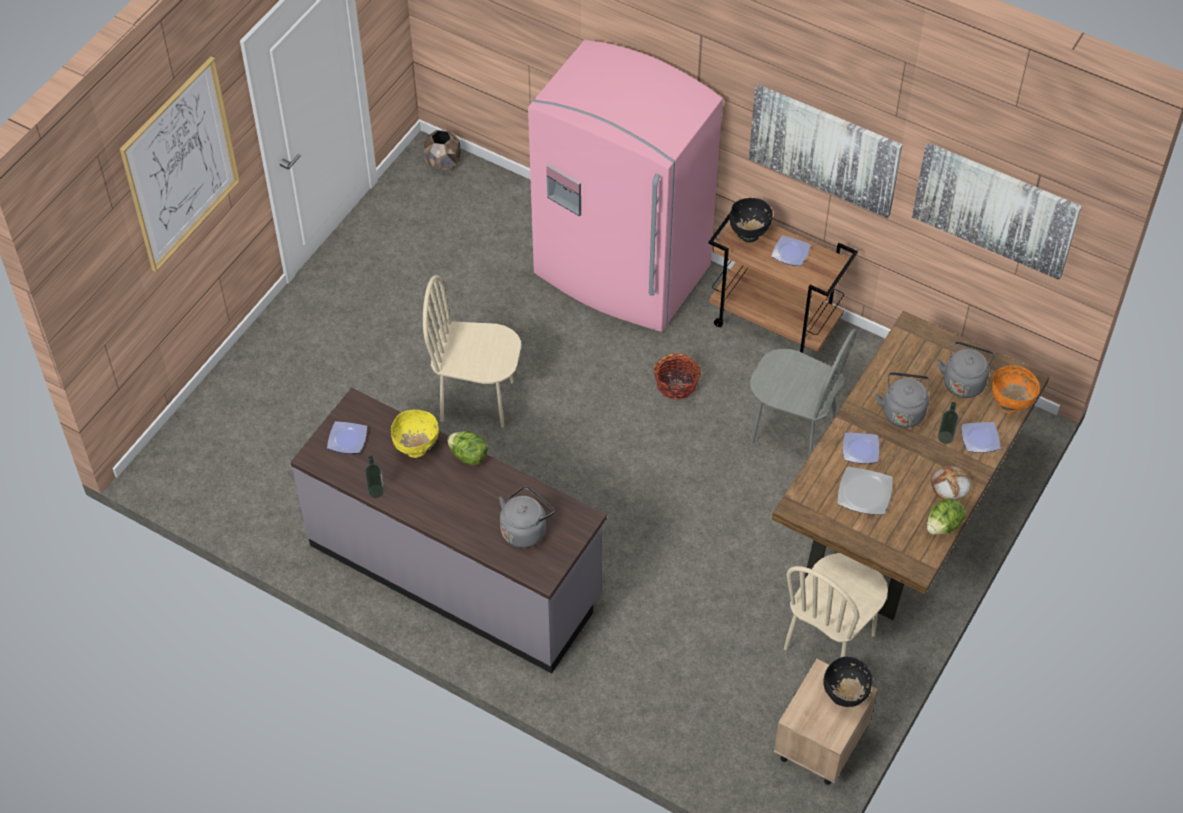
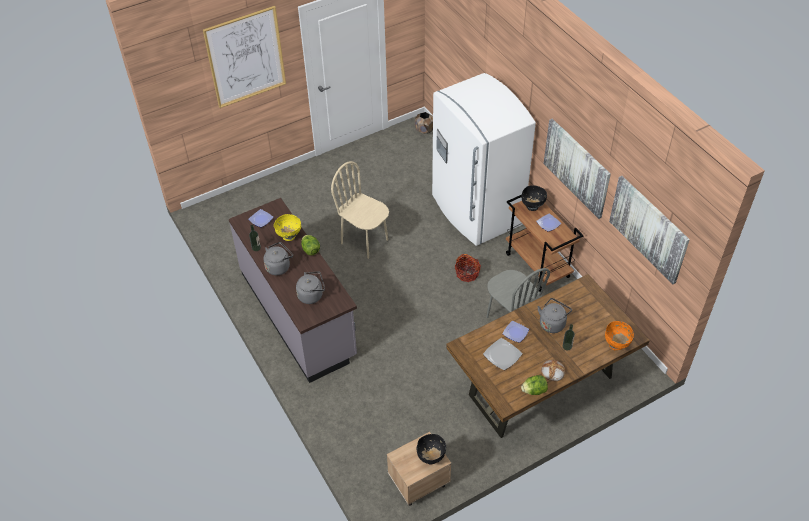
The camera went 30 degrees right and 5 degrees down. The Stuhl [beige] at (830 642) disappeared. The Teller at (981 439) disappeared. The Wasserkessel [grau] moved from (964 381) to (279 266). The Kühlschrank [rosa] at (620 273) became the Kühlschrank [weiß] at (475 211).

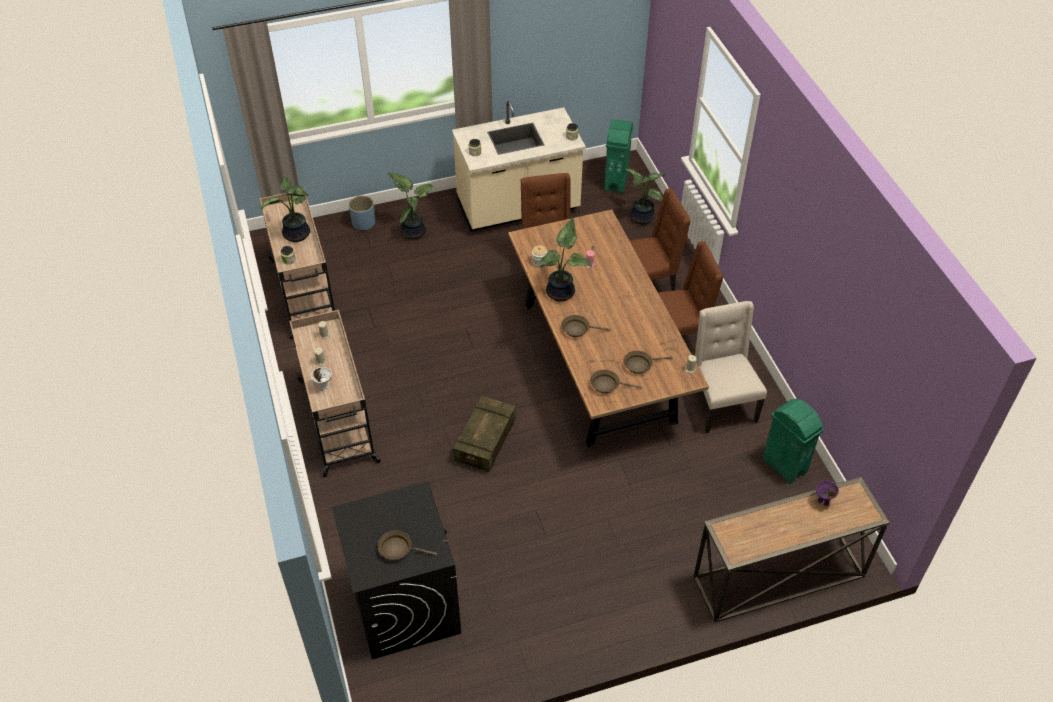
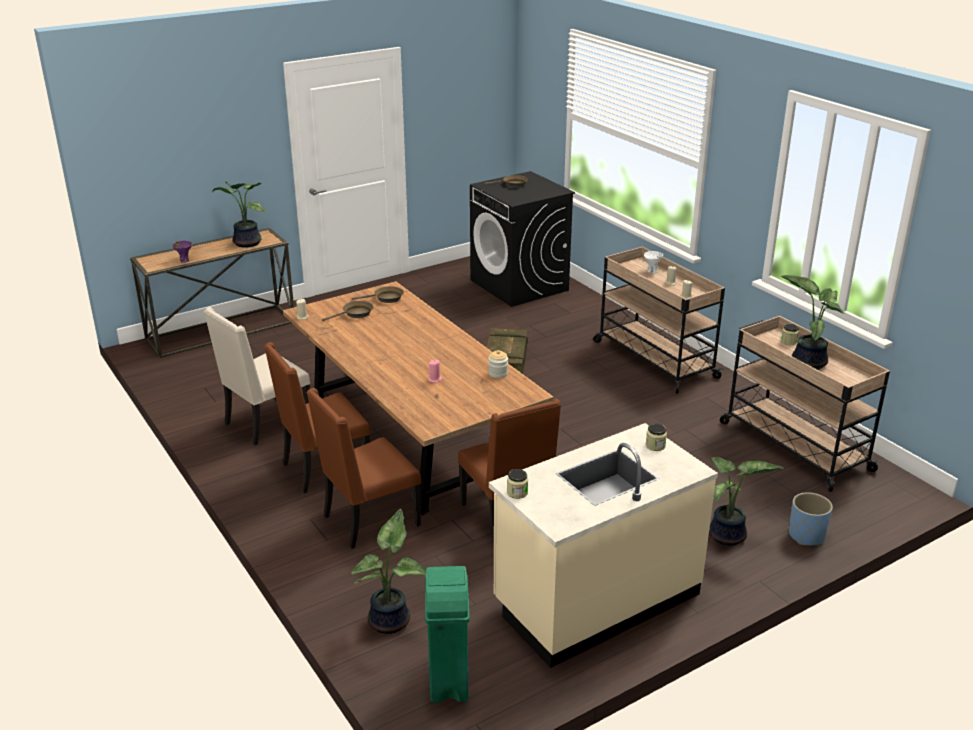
The camera went 165 degrees right and 20 degrees down. The Pfanne [braun] at (578 329) disappeared. The Mülleimer [grün] at (784 465) disappeared. The Topfpflanze moved from (562 292) to (245 243). The Stuhl [beige] at (721 404) turned 75 degrees clockwise.

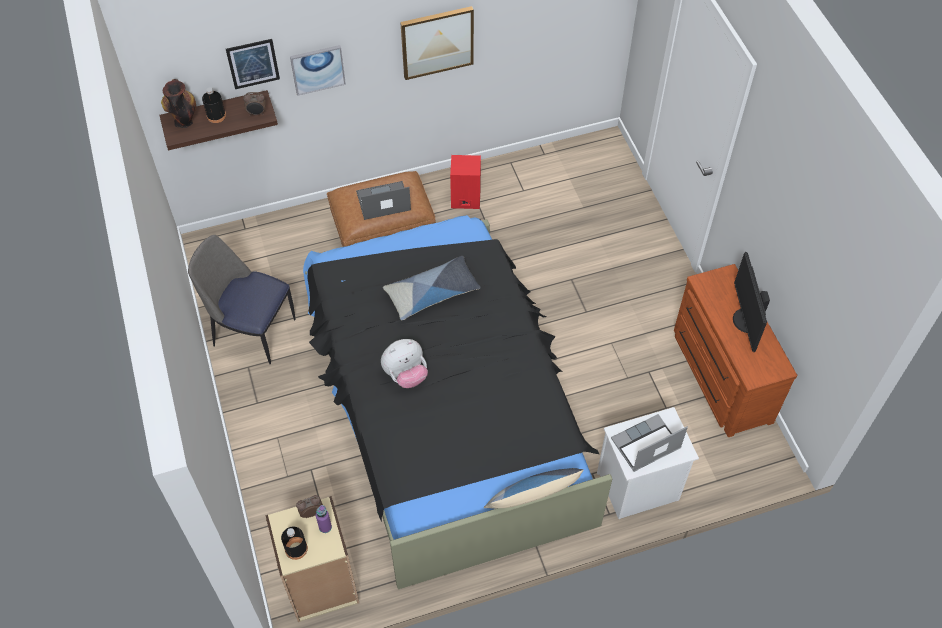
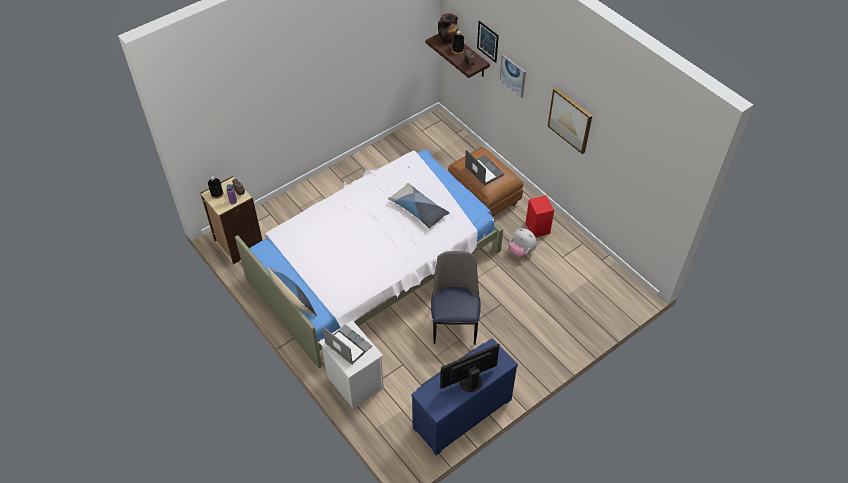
The camera went 70 degrees right and 5 degrees down. The Stuhl moved from (252 331) to (454 323). The Plüschtier moved from (405 374) to (521 251). The Bett [schwarz] at (445 401) became the Bett [weiß] at (376 264). The Kommode [braun] at (719 376) became the Kommode [blau] at (461 412).

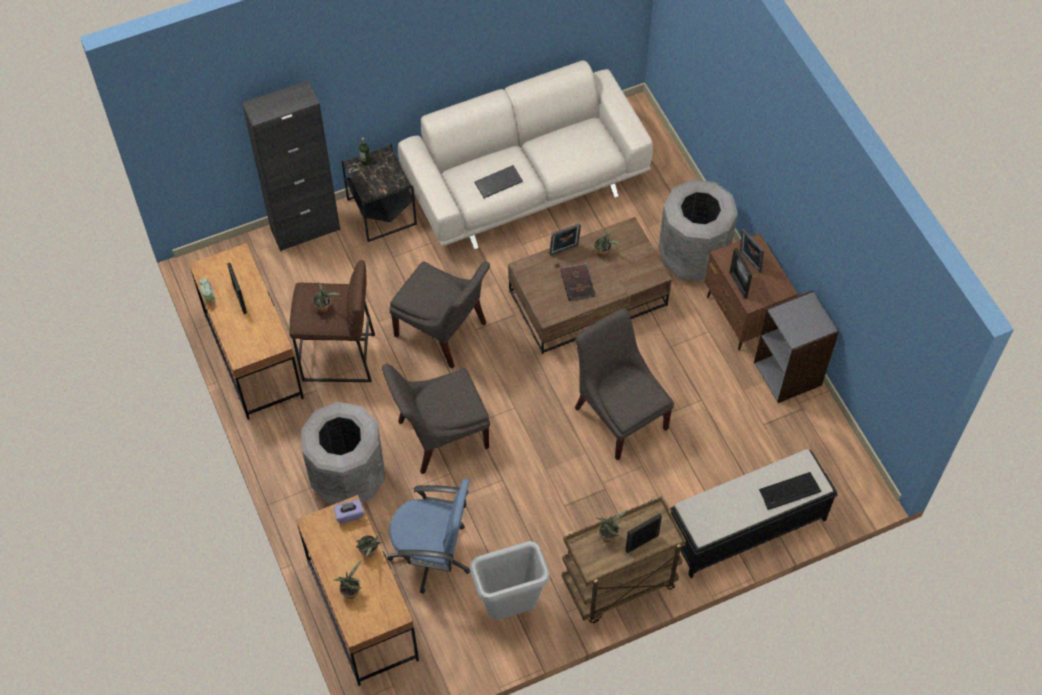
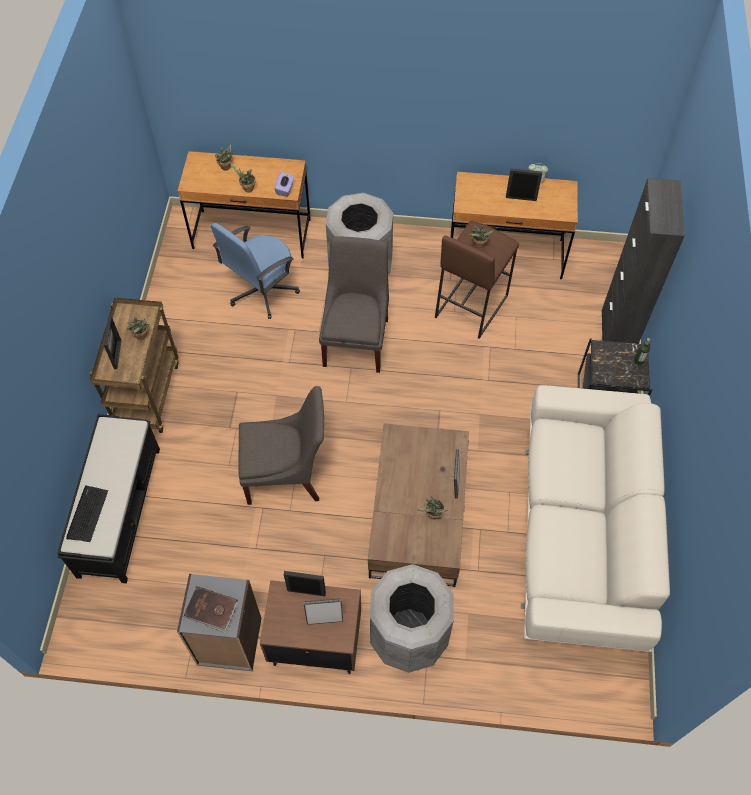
The camera went 120 degrees right and 0 degrees up. The Stuhl [grau] at (443 332) disappeared. The Mülleimer [grau] at (510 608) disappeared. The Tastatur at (498 181) disappeared. The Buch [braun] moved from (578 283) to (211 610).

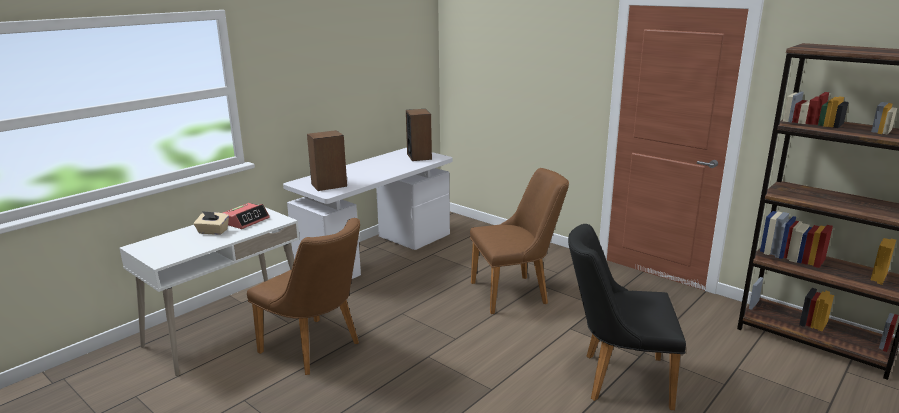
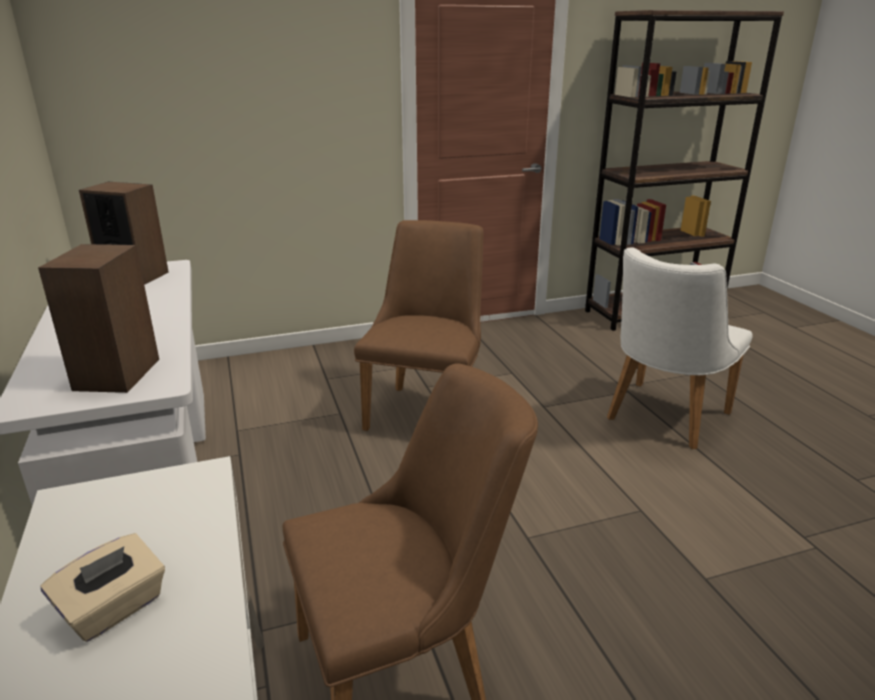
The camera went 60 degrees left and 5 degrees up. The Wecker at (246 221) disappeared. The Stuhl [schwarz] at (617 378) became the Stuhl [weiß] at (661 419).

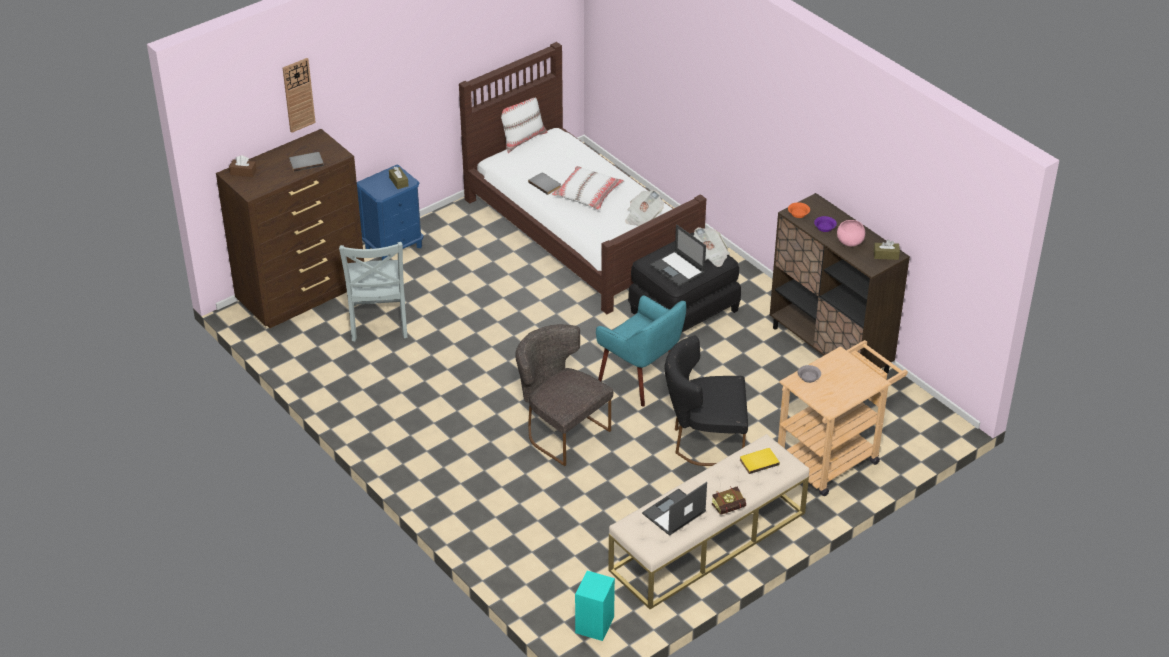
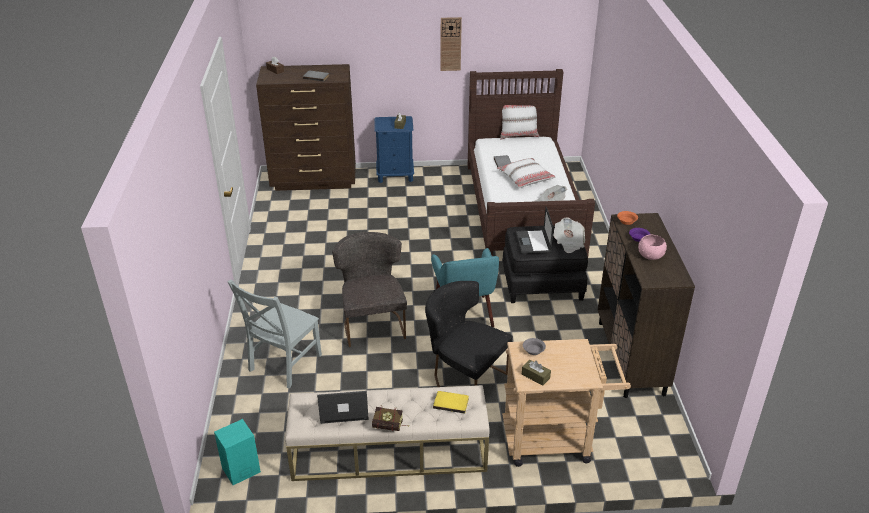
The camera went 35 degrees right and 5 degrees down. The Wanduhr moved from (298 95) to (450 44). The Stuhl [grau] moved from (378 323) to (283 364). The Taschentuchbox [braun] moved from (886 255) to (535 376).

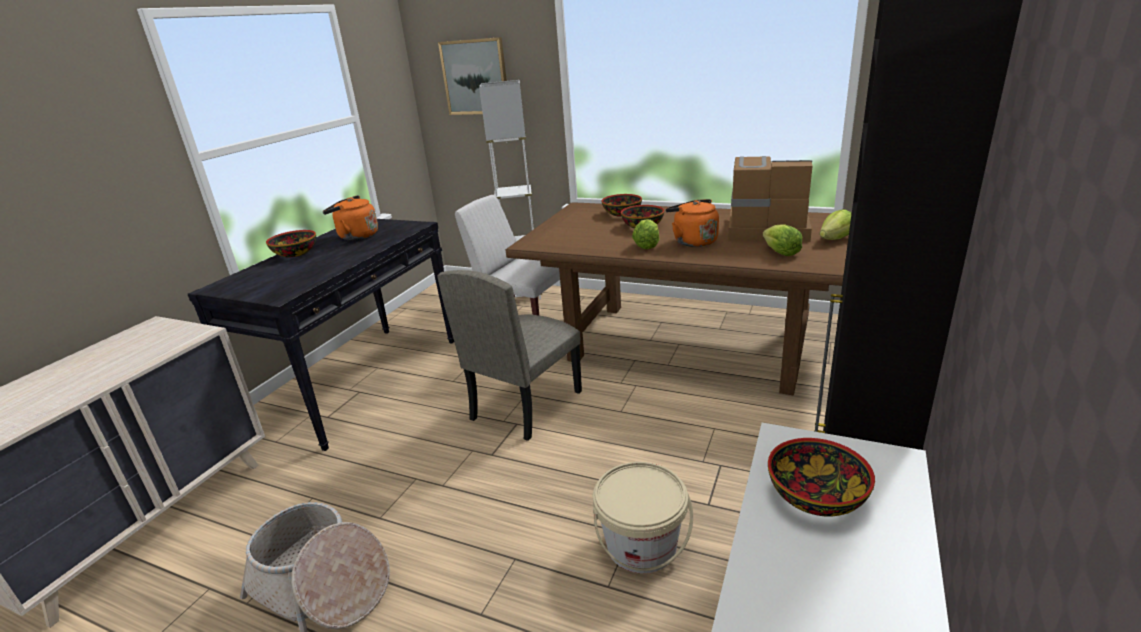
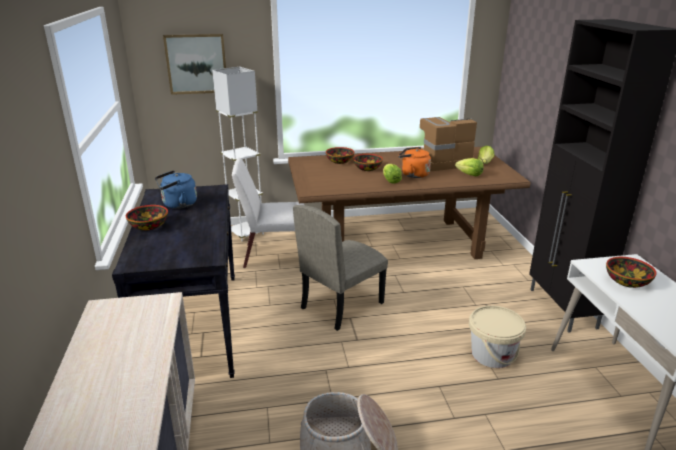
The camera went 35 degrees left and 0 degrees up. The Wasserkessel [orange] at (356 236) became the Wasserkessel [blau] at (177 204). The Stuhl [beige] at (525 405) turned 45 degrees clockwise.

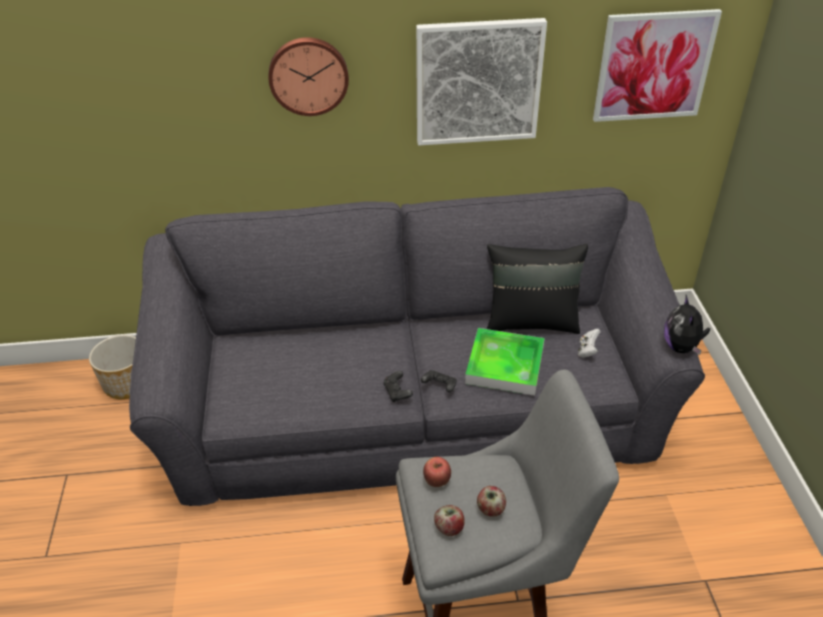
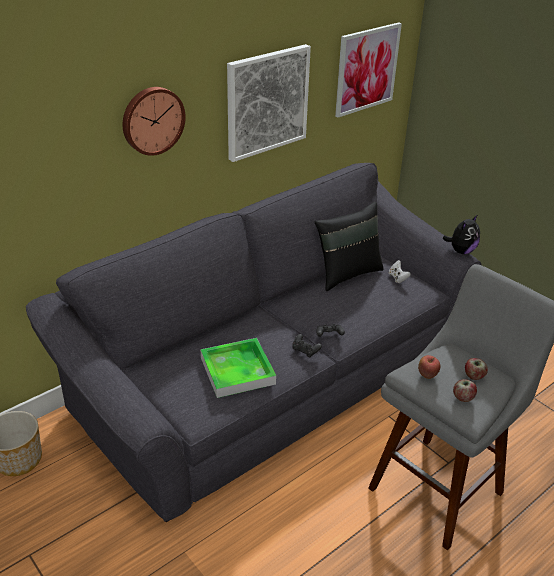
The camera went 35 degrees left and 5 degrees down. The Tablett moved from (505 365) to (237 371). The Plüschtier at (681 347) turned 105 degrees counterclockwise.

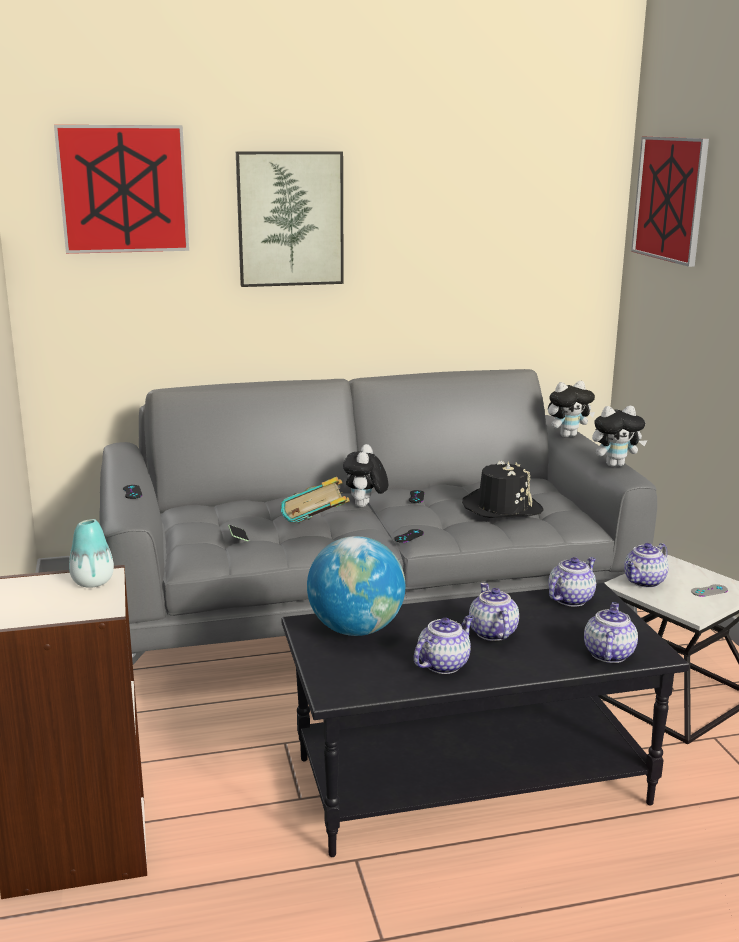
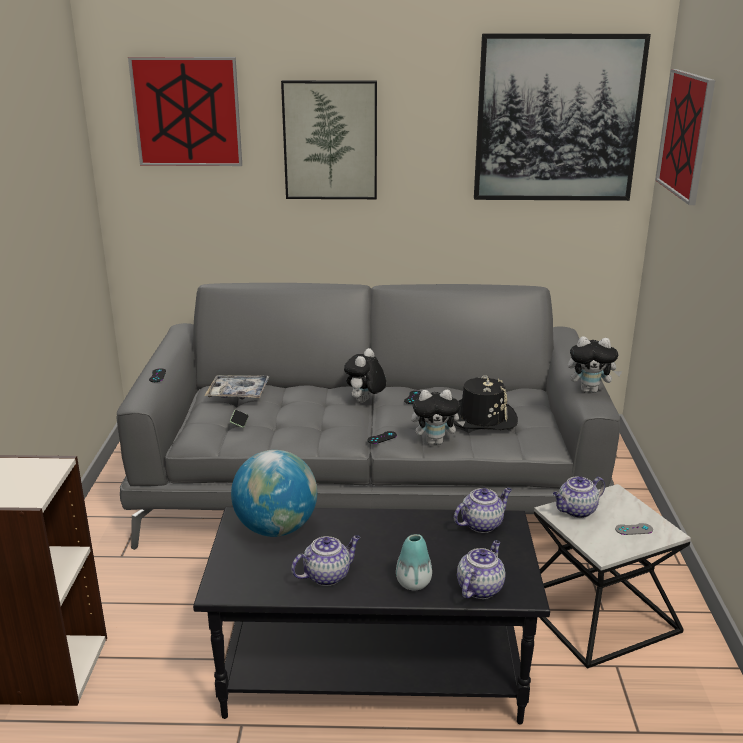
The camera went 15 degrees right and 5 degrees up. The Buch at (316 530) disappeared. The Teekanne at (491 633) disappeared. The Tablett at (238 393) appeared. The Bild at (557 119) appeared. The Vase moved from (93 582) to (413 583). The Plüschtier moved from (568 435) to (435 442).

